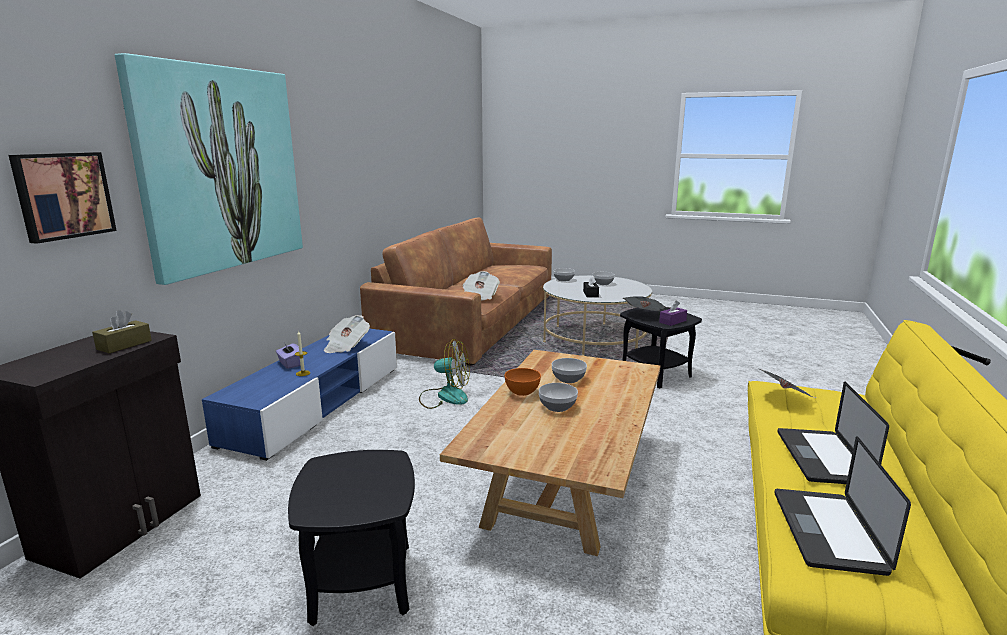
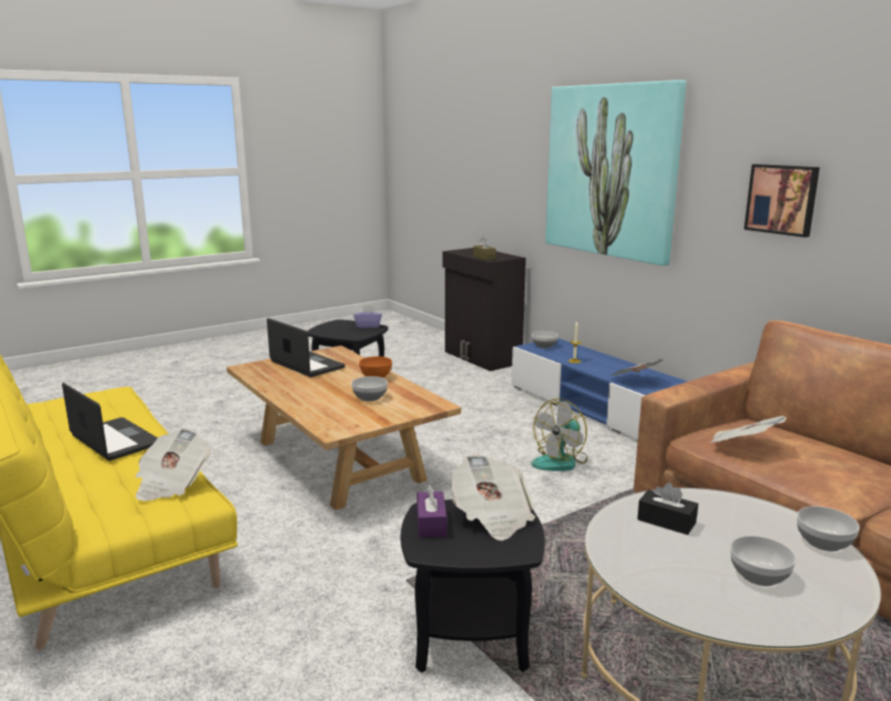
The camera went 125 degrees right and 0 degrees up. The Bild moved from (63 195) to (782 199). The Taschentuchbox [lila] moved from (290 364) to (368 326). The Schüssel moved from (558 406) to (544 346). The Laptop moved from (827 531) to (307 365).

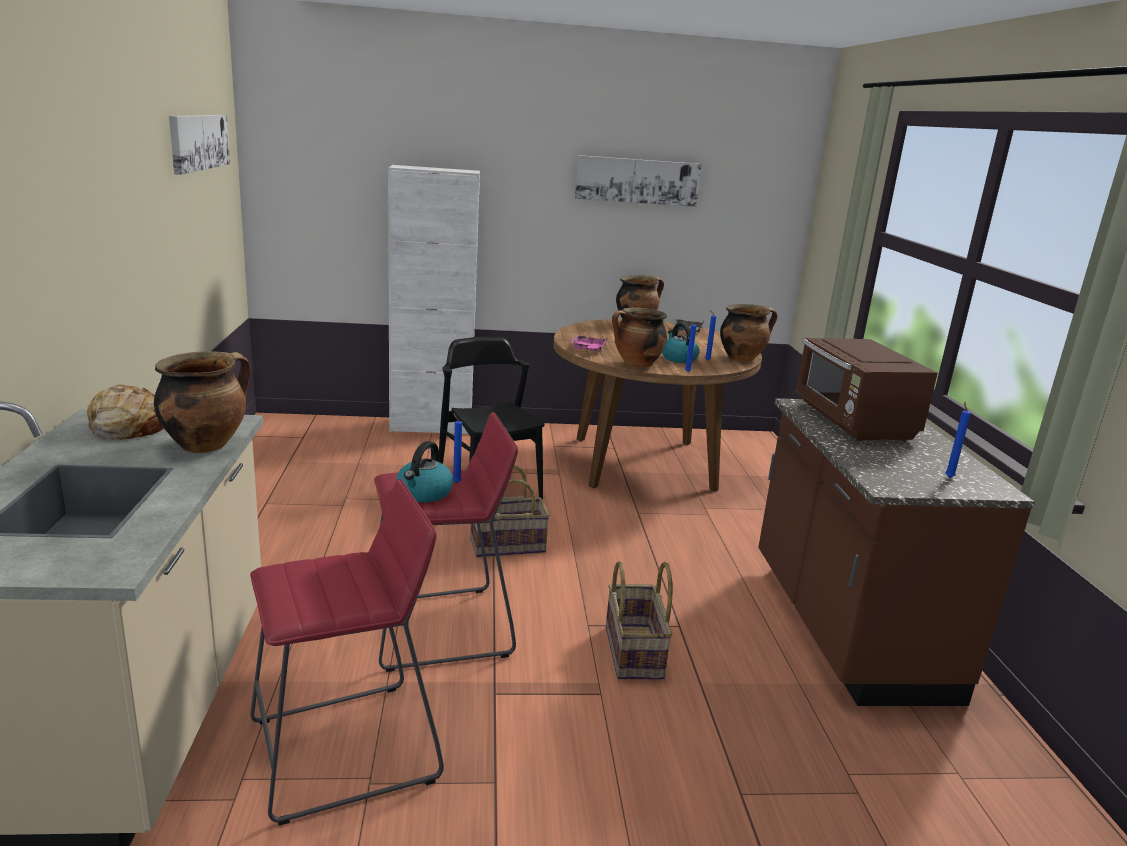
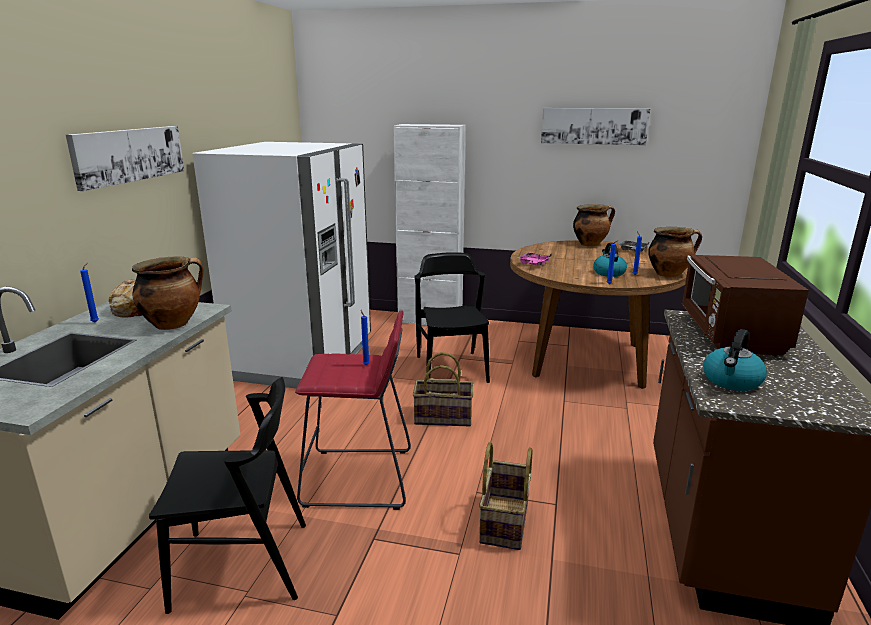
The camera went 20 degrees right and 0 degrees up. The Kochtopf at (636 365) disappeared. The Kühlschrank [weiß] at (303 359) appeared. The Bild moved from (198 142) to (129 155). The Wasserkessel moved from (424 493) to (732 381). The Kerze [blau] moved from (948 477) to (96 322). The Hocker [rot] at (345 749) was replaced by the Stuhl [schwarz] at (242 564).

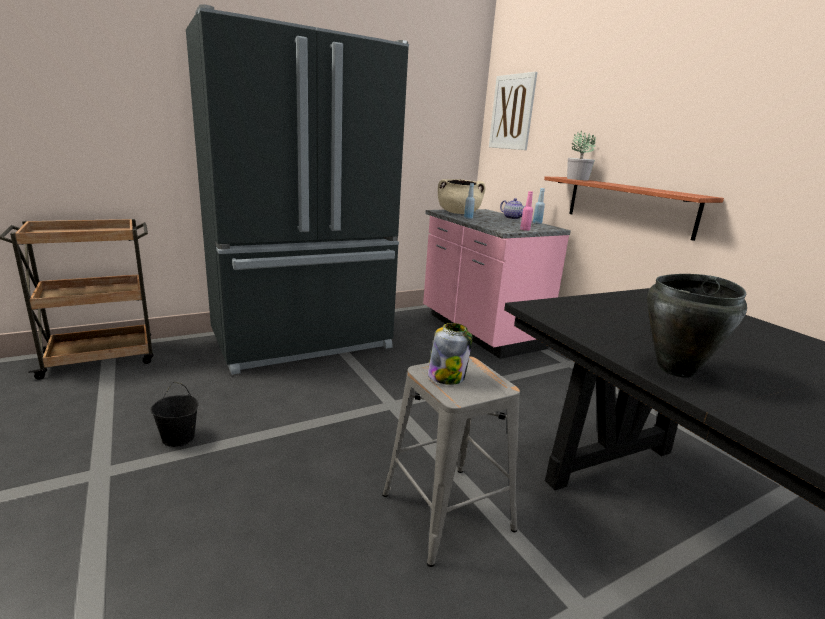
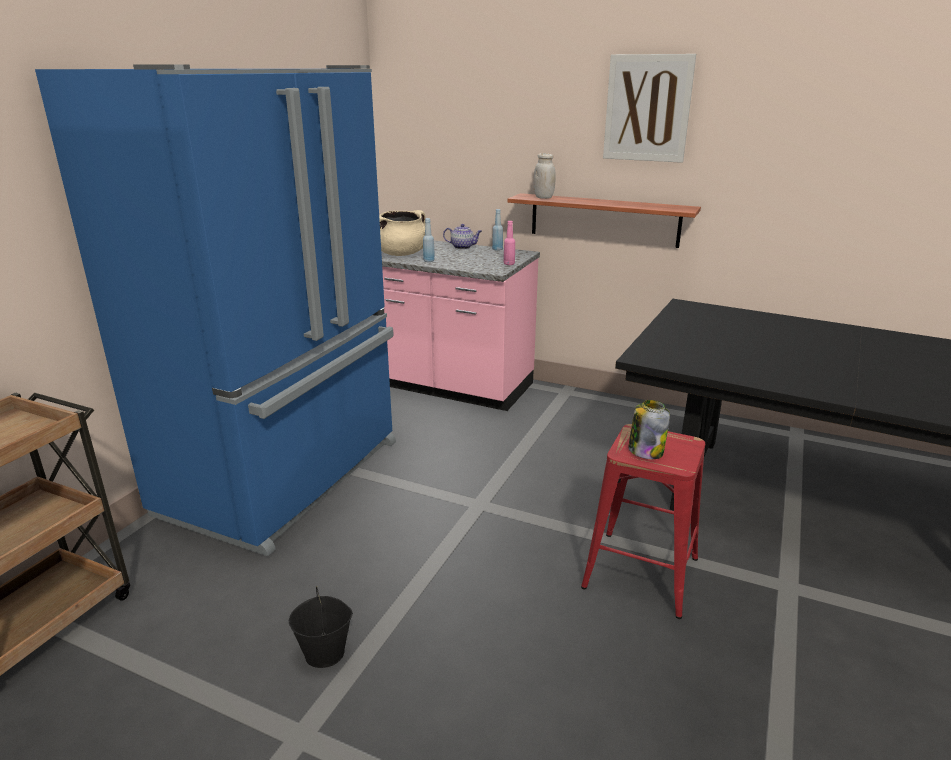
The camera went 35 degrees left and 5 degrees up. The Kochtopf [schwarz] at (677 370) disappeared. The Bild moved from (512 112) to (647 108). The Topfpflanze at (577 179) was replaced by the Vorratsglas [weiß] at (543 197). The Kühlschrank [schwarz] at (304 342) became the Kühlschrank [blau] at (287 477). The Hocker [grau] at (446 512) became the Hocker [rot] at (640 573).

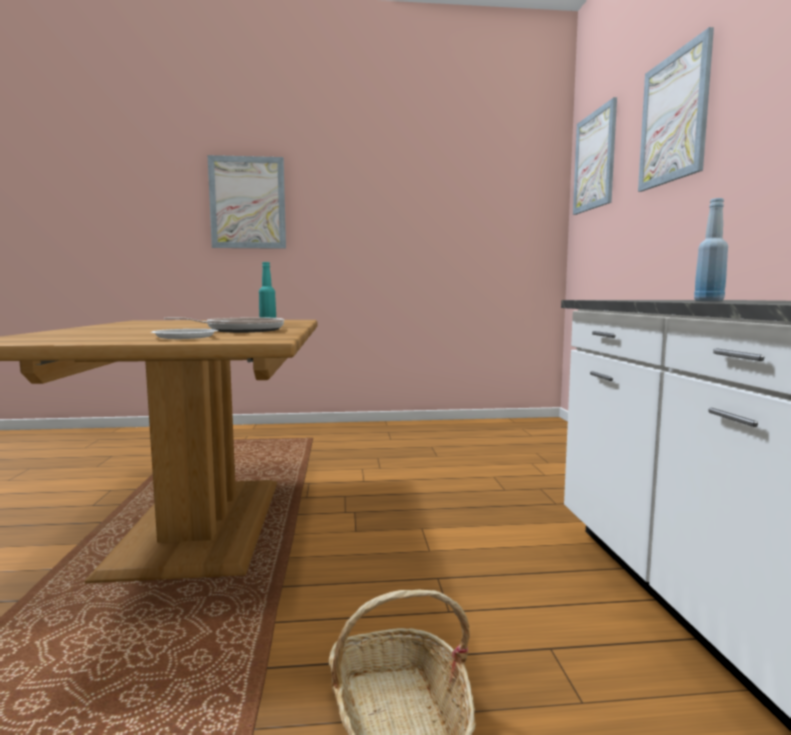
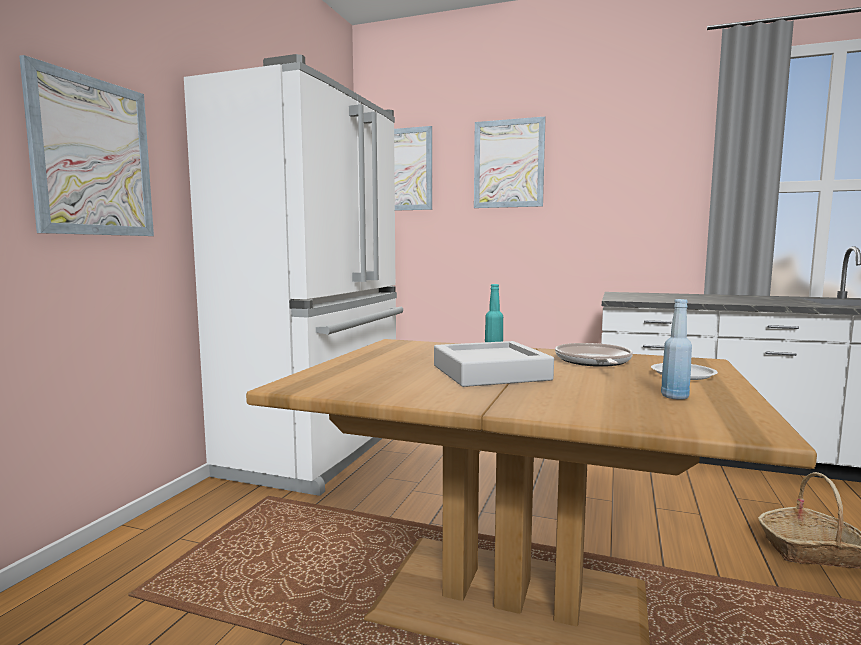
The camera went 65 degrees left and 0 degrees up. The Kühlschrank [weiß] at (319 451) appeared. The Tablett [grau] at (490 373) appeared. The Flasche [blau] moved from (708 301) to (675 397).

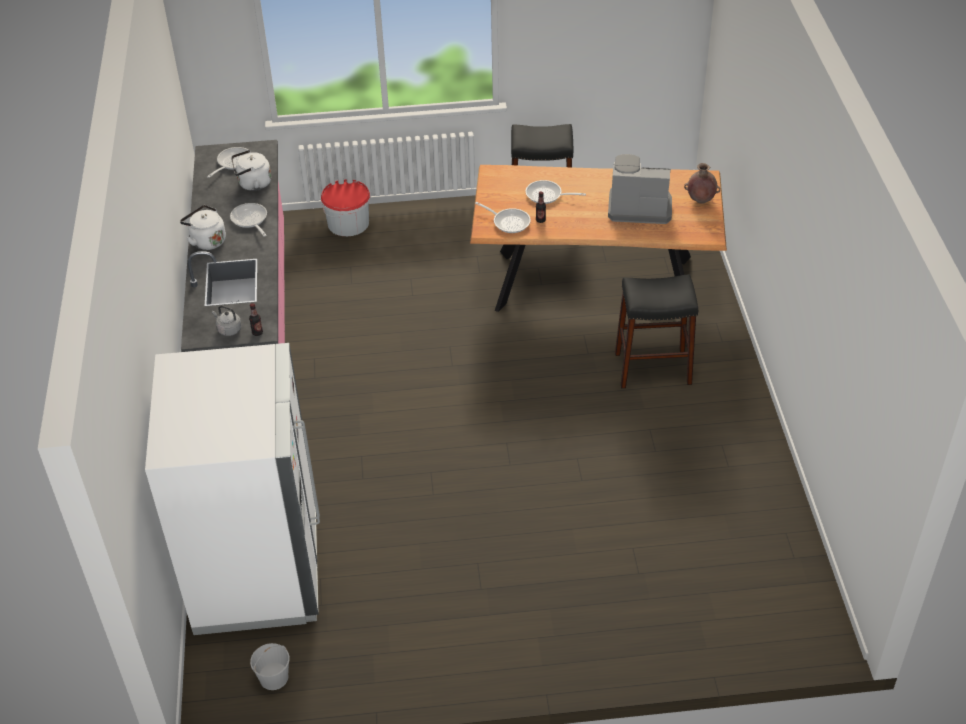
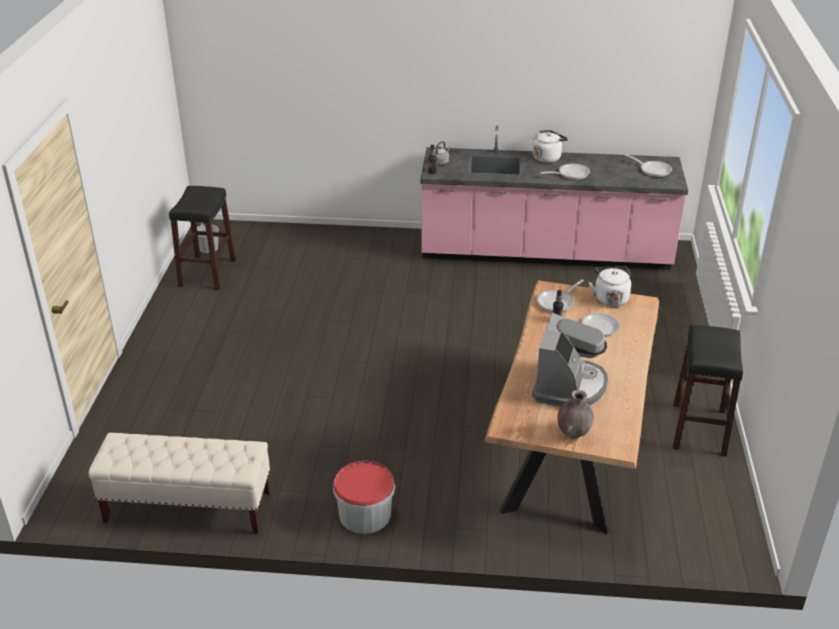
The camera went 100 degrees right and 10 degrees down. The Kühlschrank [weiß] at (258 571) disappeared. The Bank [beige] at (188 508) appeared. The Wasserkessel [weiß] moved from (252 184) to (610 298). The Eimer moved from (348 223) to (365 514). The Hocker [schwarz] moved from (652 368) to (207 273).

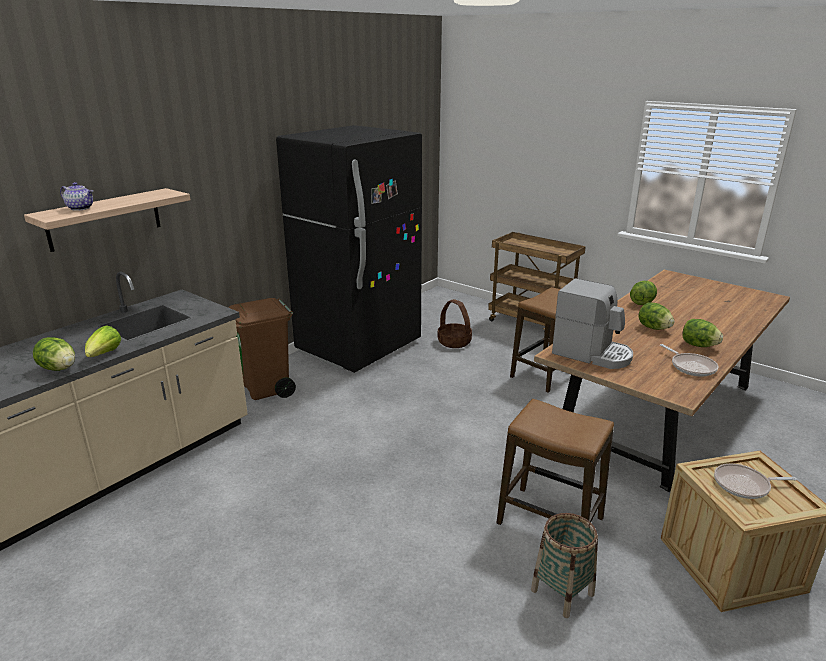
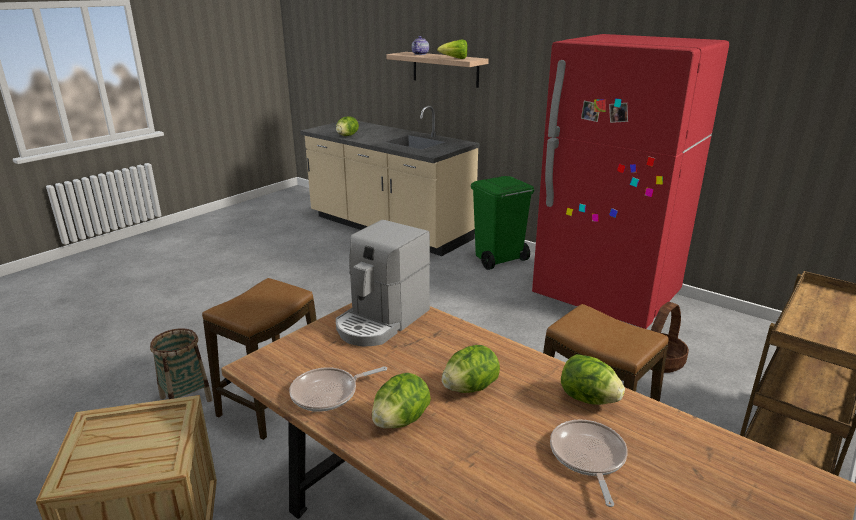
The camera went 90 degrees right and 0 degrees up. The Salatkopf moved from (104 355) to (455 59). The Pfanne moved from (744 485) to (588 457). The Mülleimer [braun] at (267 389) became the Mülleimer [grün] at (498 260). The Kühlschrank [schwarz] at (359 347) became the Kühlschrank [rot] at (606 296).

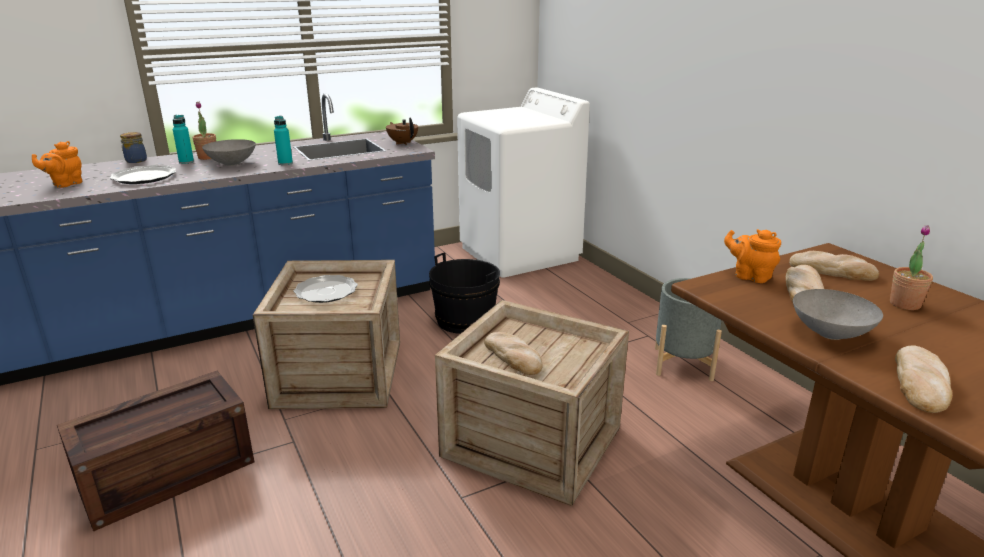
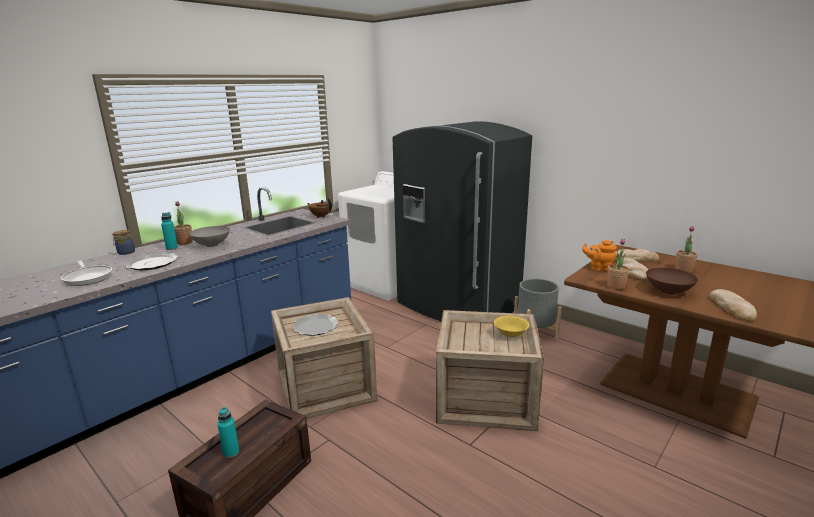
The camera went 20 degrees left and 5 degrees down. The Eimer [schwarz] at (465 320) disappeared. The Brot at (513 356) disappeared. The Kühlschrank [grau] at (457 307) appeared. The Schüssel [gelb] at (510 334) appeared. The Topfpflanze at (616 286) appeared. The Flasche [türkis] moved from (285 163) to (231 452). The Teekanne [orange] at (65 184) was replaced by the Pfanne at (88 277). The Schüssel [grau] at (831 334) became the Schüssel [braun] at (669 291).

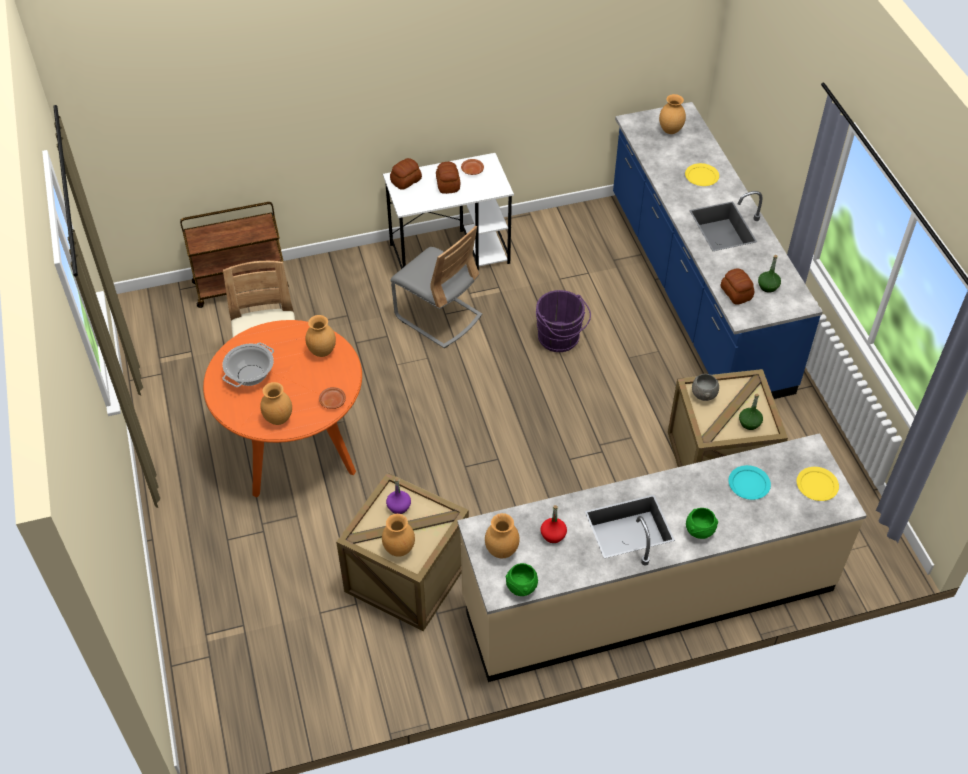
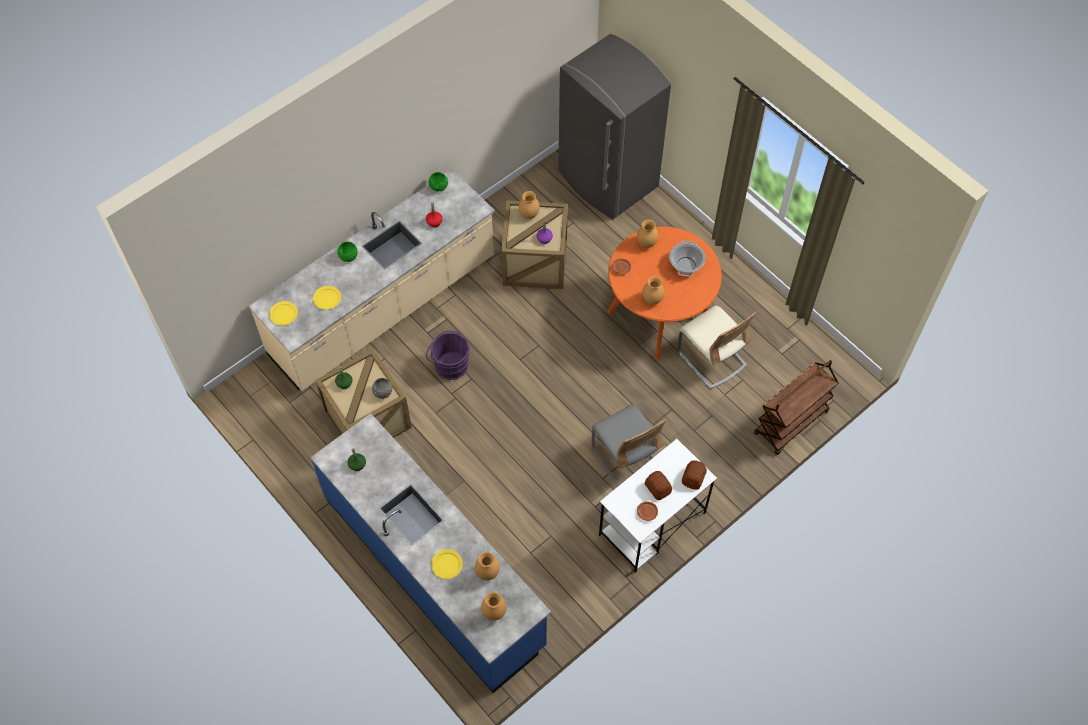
The camera went 155 degrees right and 10 degrees up. The Brot at (736 293) disappeared. The Kühlschrank [grau] at (607 180) appeared. The Vase [braun] moved from (501 551) to (488 572). The Eimer [lila] moved from (560 339) to (449 365). The Teller [türkis] at (749 484) became the Teller [gelb] at (327 298). The Stuhl [grau] at (438 316) turned 135 degrees counterclockwise.

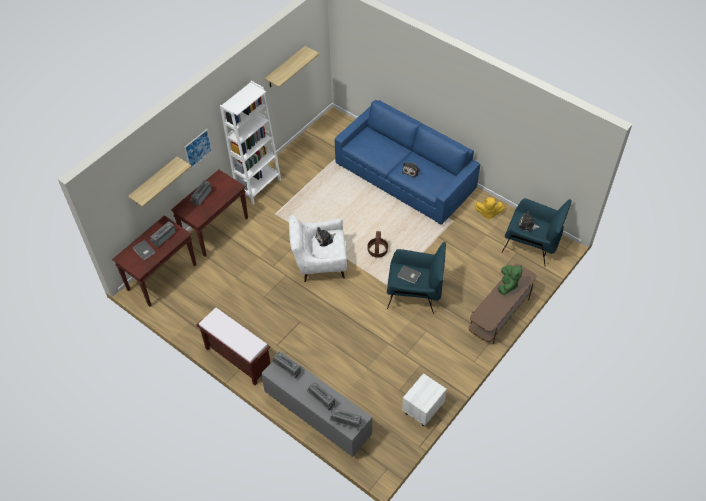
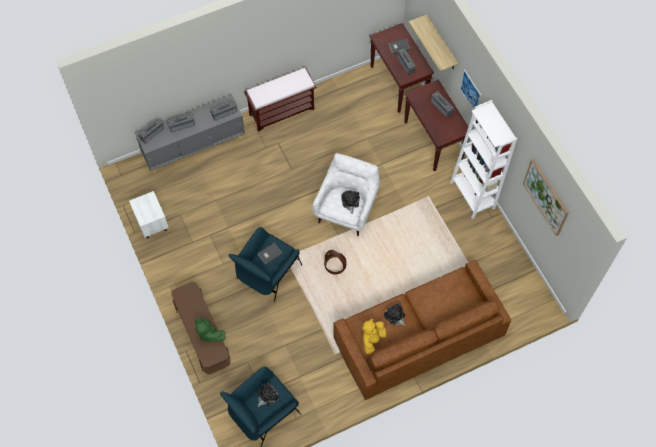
The camera went 115 degrees right and 10 degrees up. The Plüschtier [gelb] moved from (488 213) to (372 339). The Wandregal at (285 67) was replaced by the Bild at (546 197). The Sofa [blau] at (405 177) became the Sofa [braun] at (418 337).

